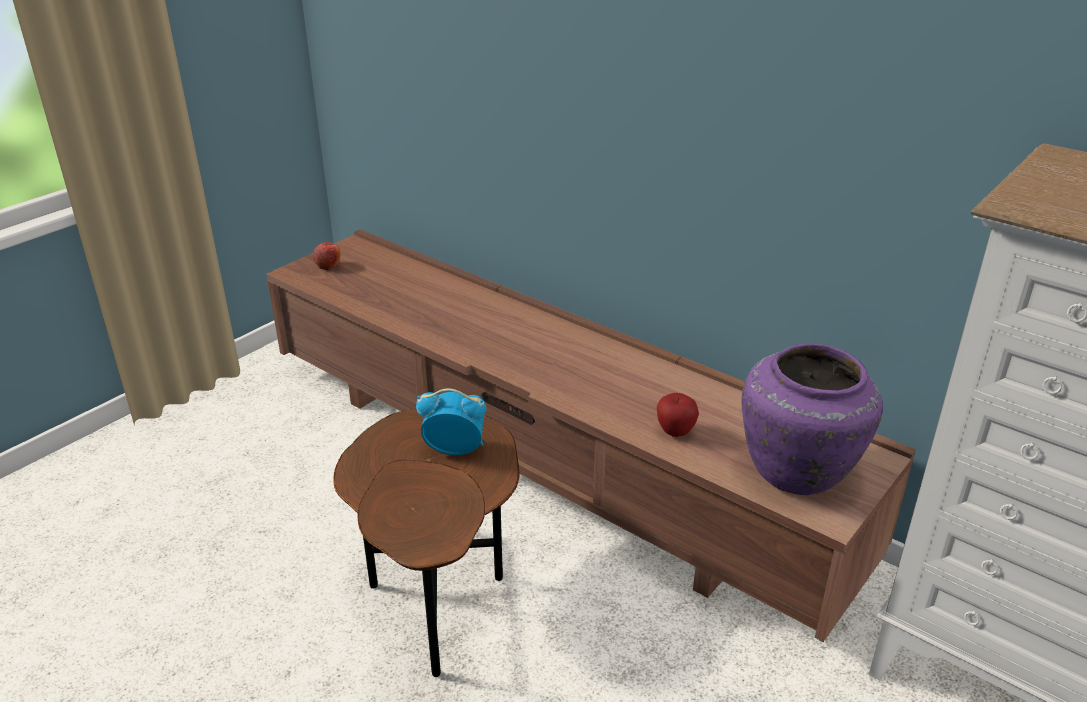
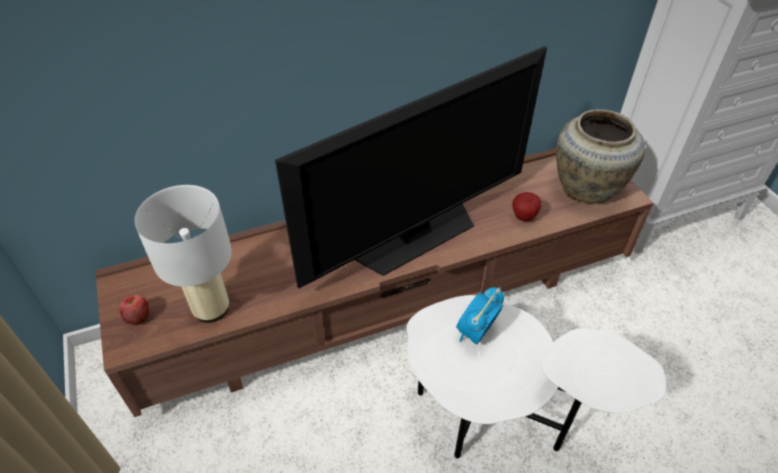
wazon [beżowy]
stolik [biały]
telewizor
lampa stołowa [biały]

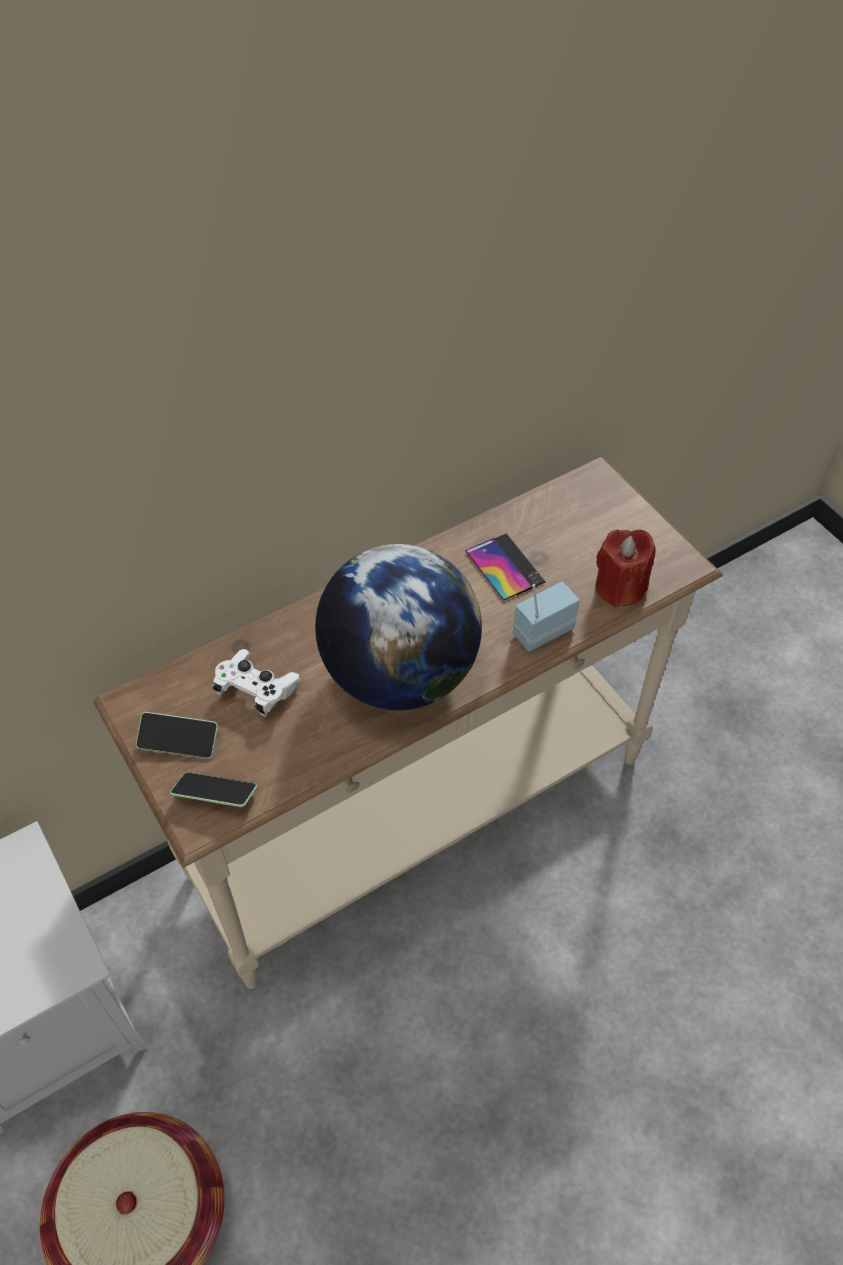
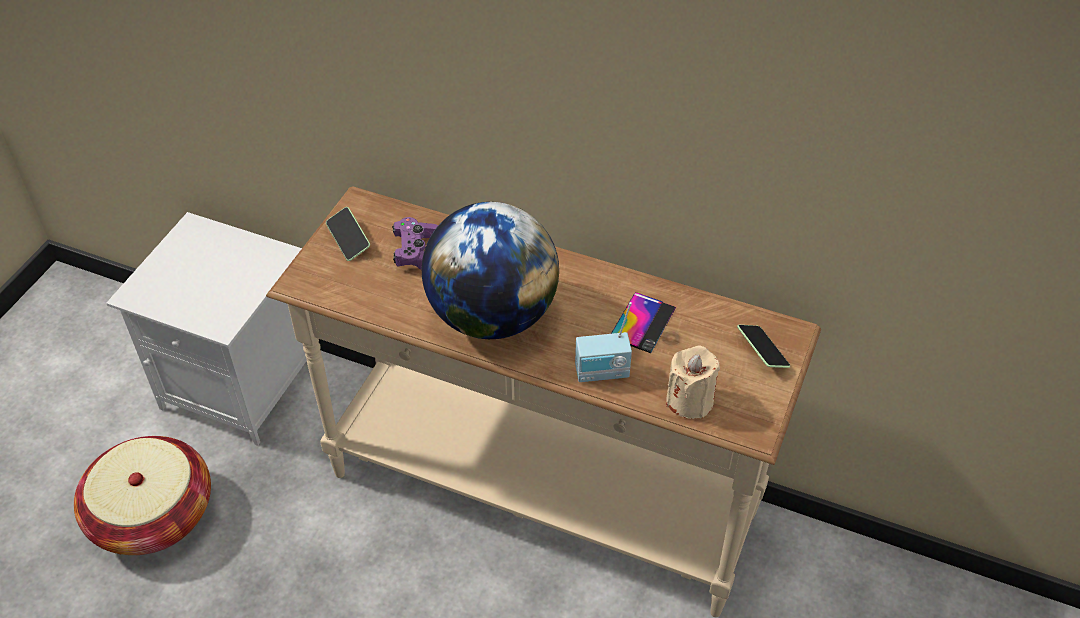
świeca [beżowy]
radio
pad do gier [fioletowy]
telefon (3rd from left)

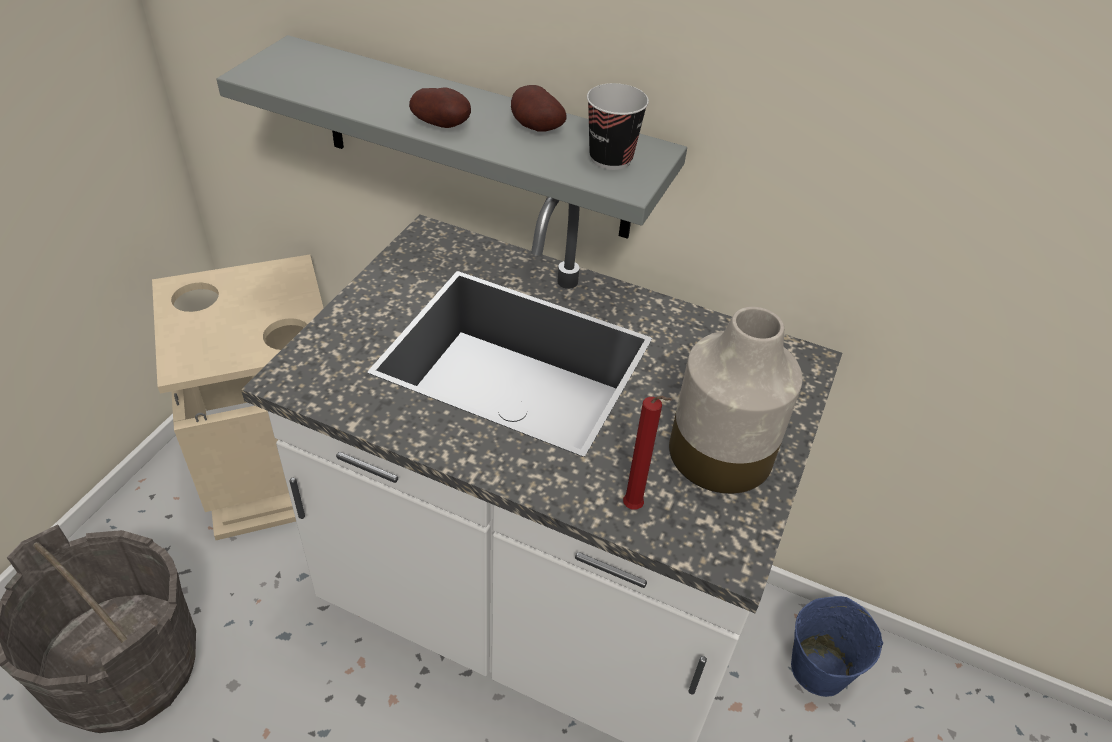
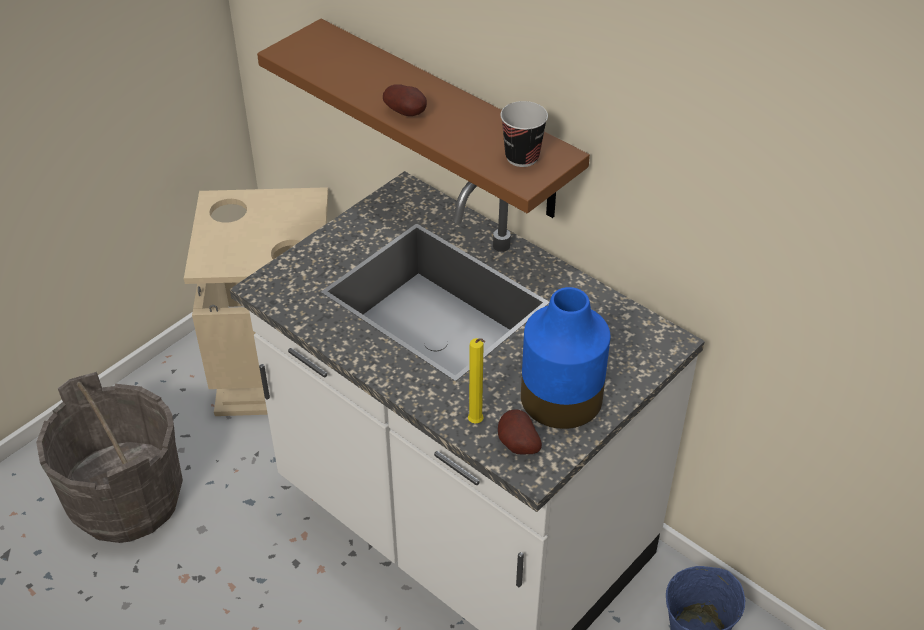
półka [brązowy]
ziemniak (2nd from left)
wazon [niebieski]
świeca [żółty]

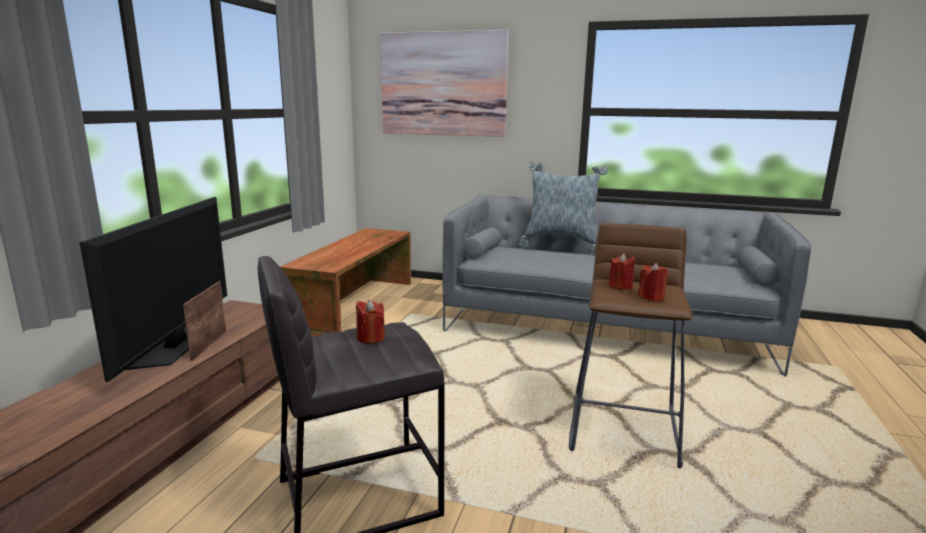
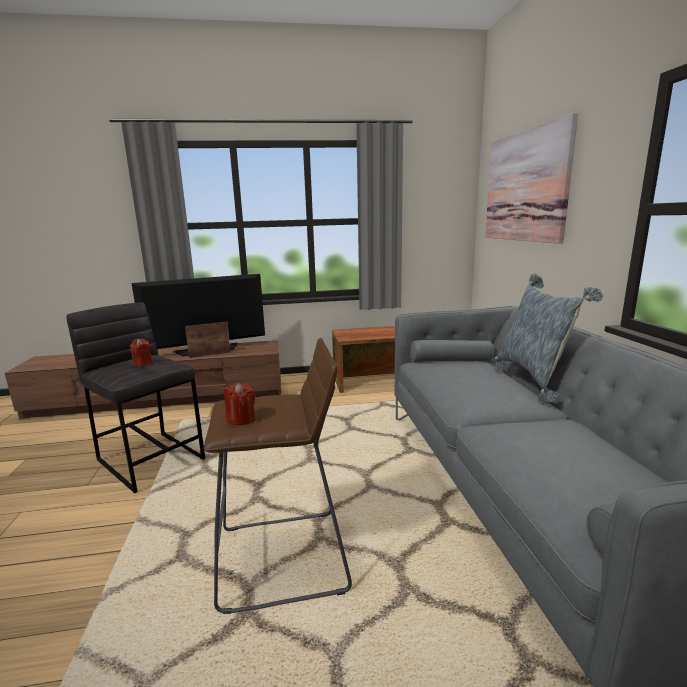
świeca [czerwony] (2nd from left in the first image)

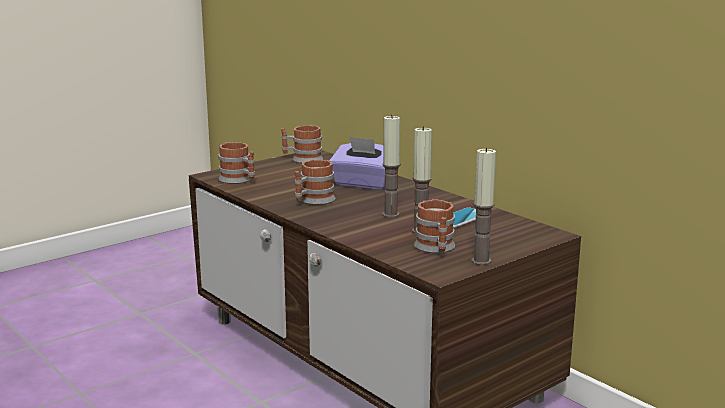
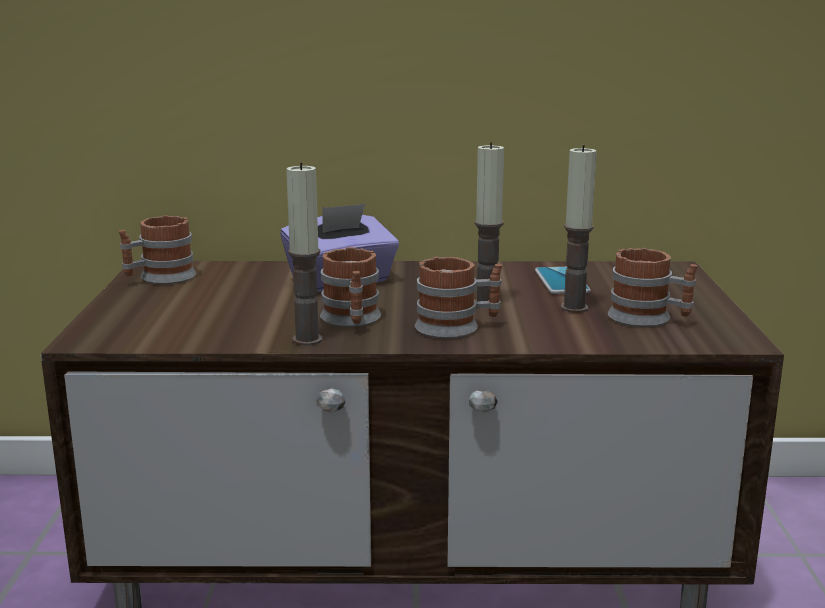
kubek (3rd from left)
świeca (1st from left)

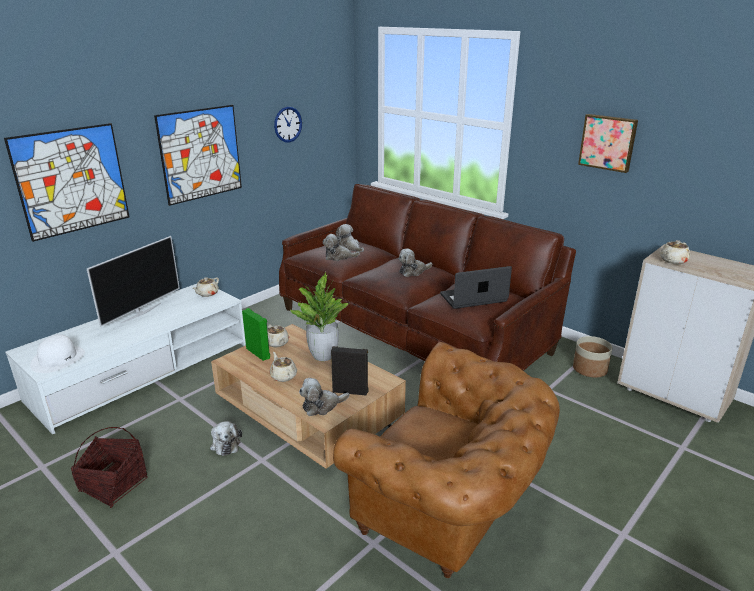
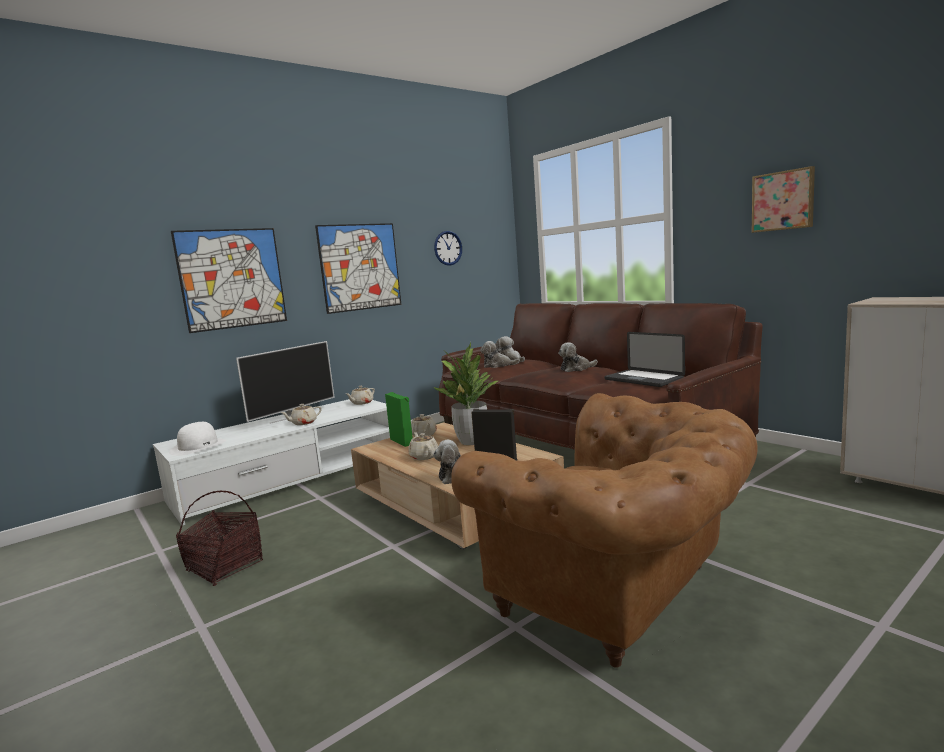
imbryk [beżowy] (1st from left)
laptop
donica
pluszak (1st from left in the first image)

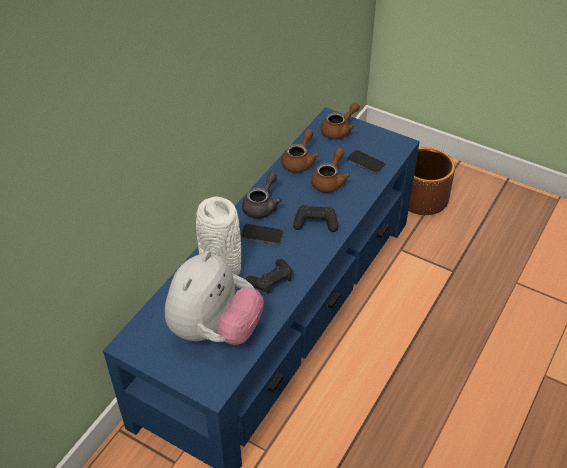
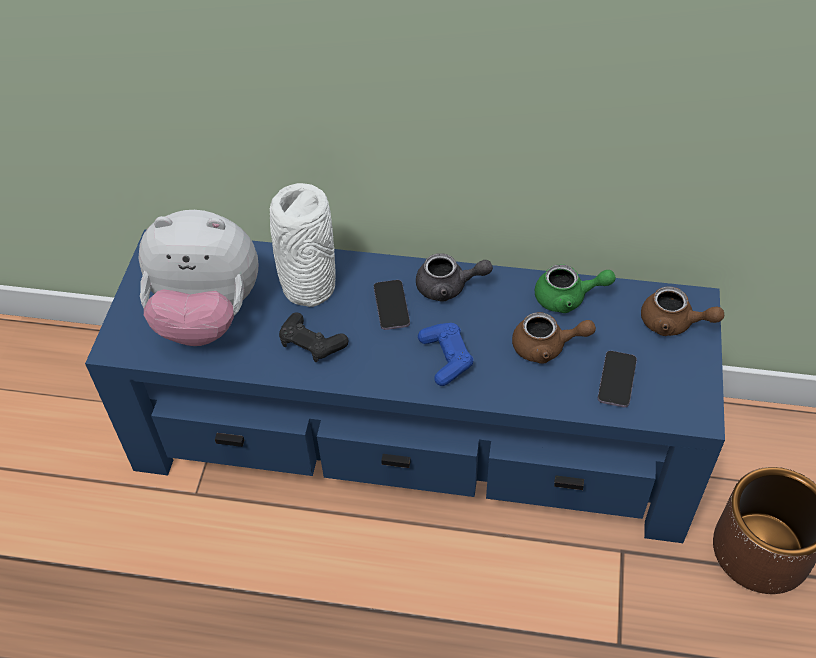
imbryk [zielony]
pad do gier [niebieski]

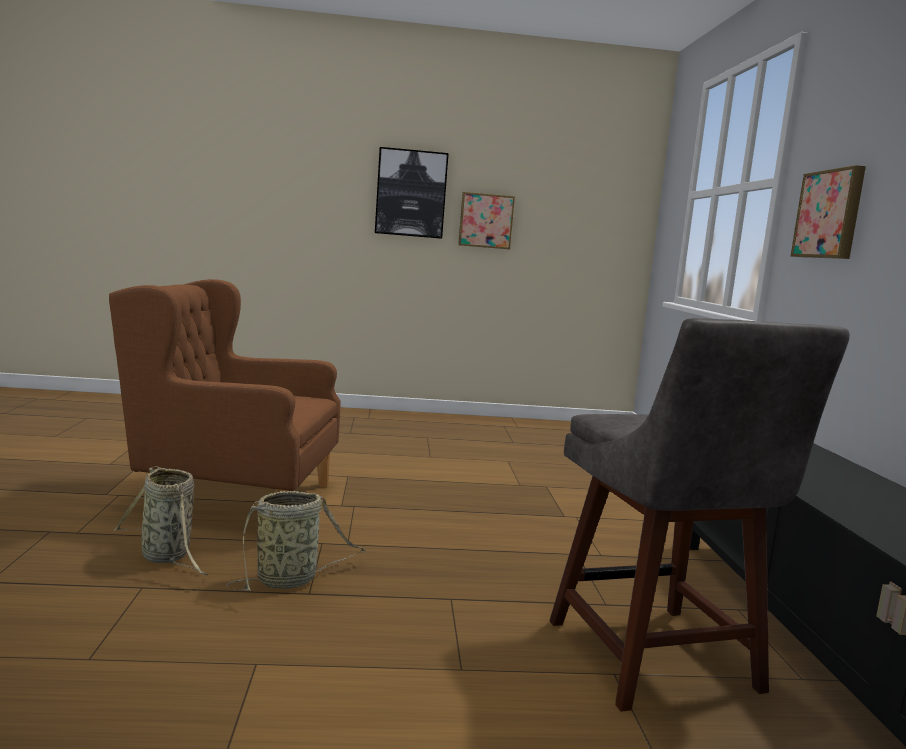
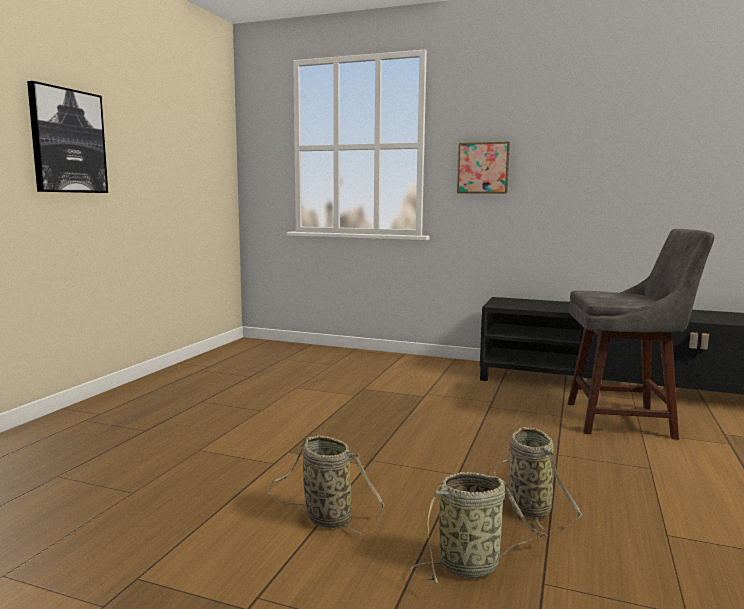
obraz (2nd from left in the first image)
koszyk (1st from left)

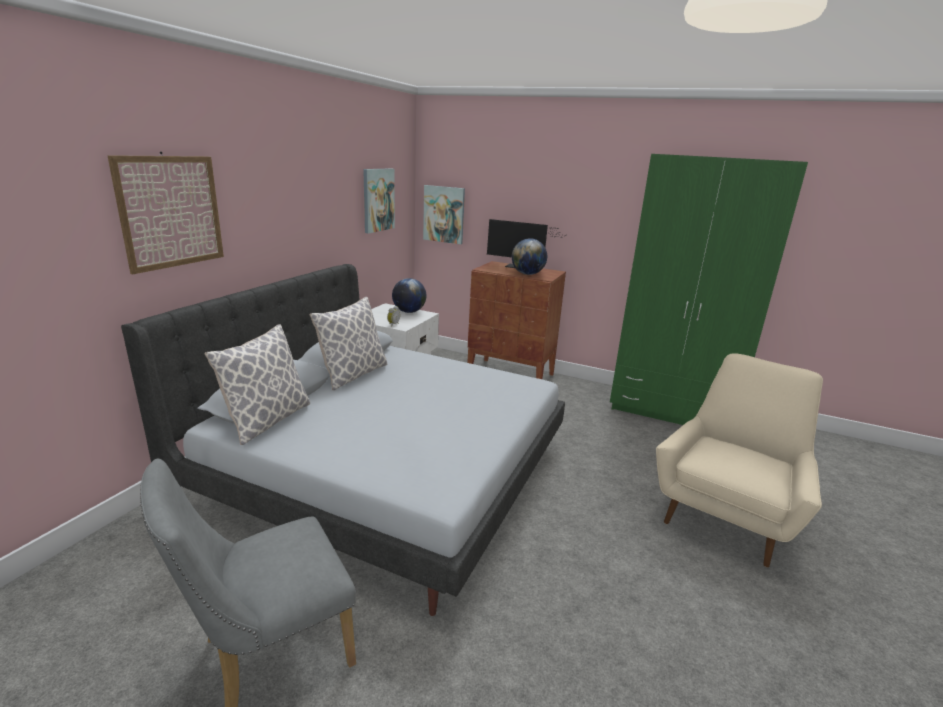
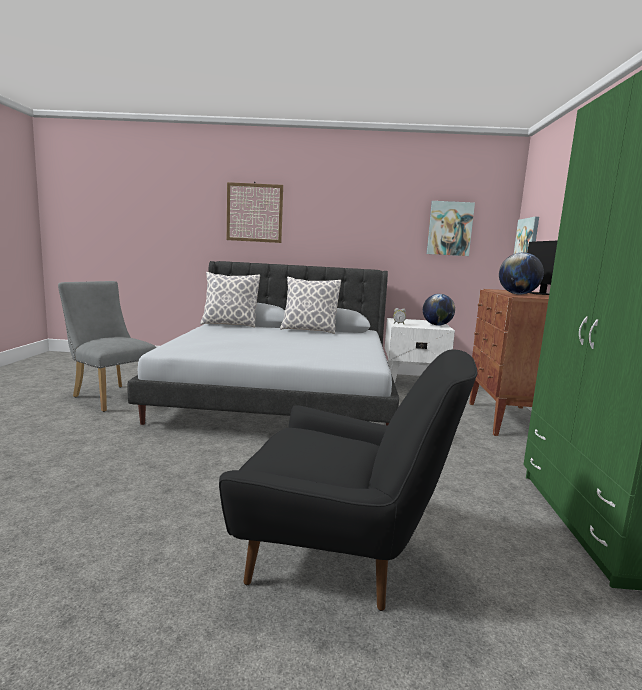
fotel [czarny]

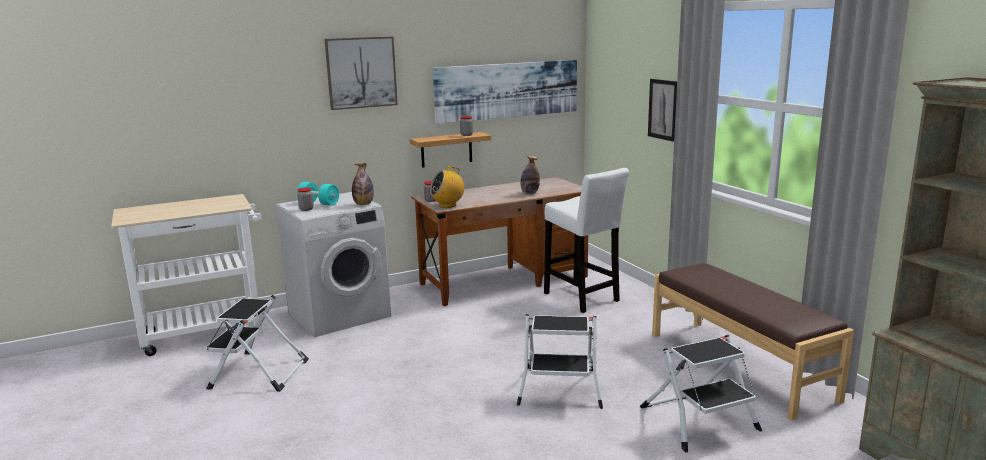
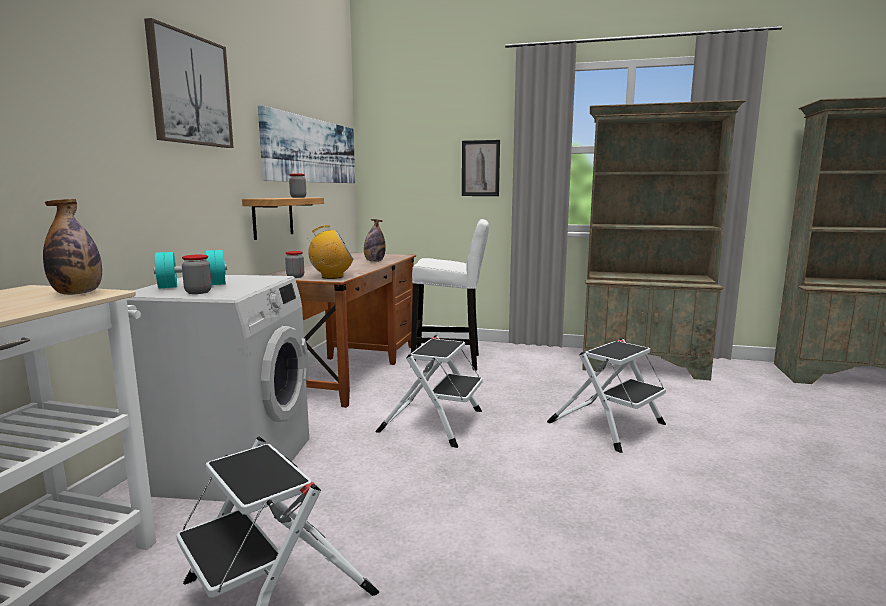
butelka (1st from left)
radio
regał [zielony] (1st from left)
drabinka (2nd from left)

